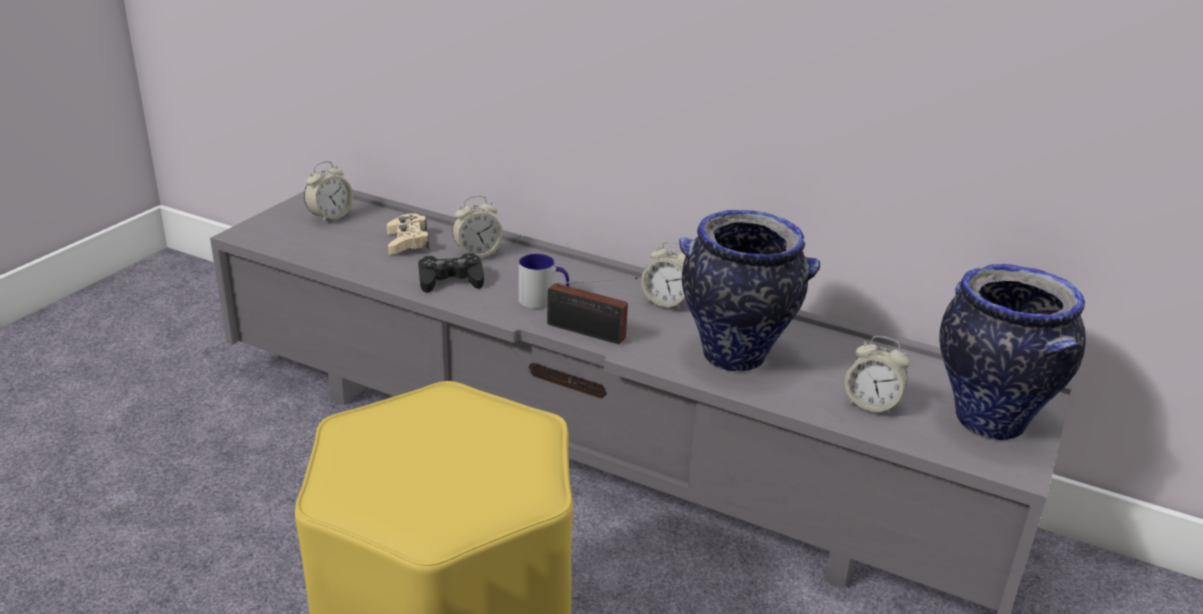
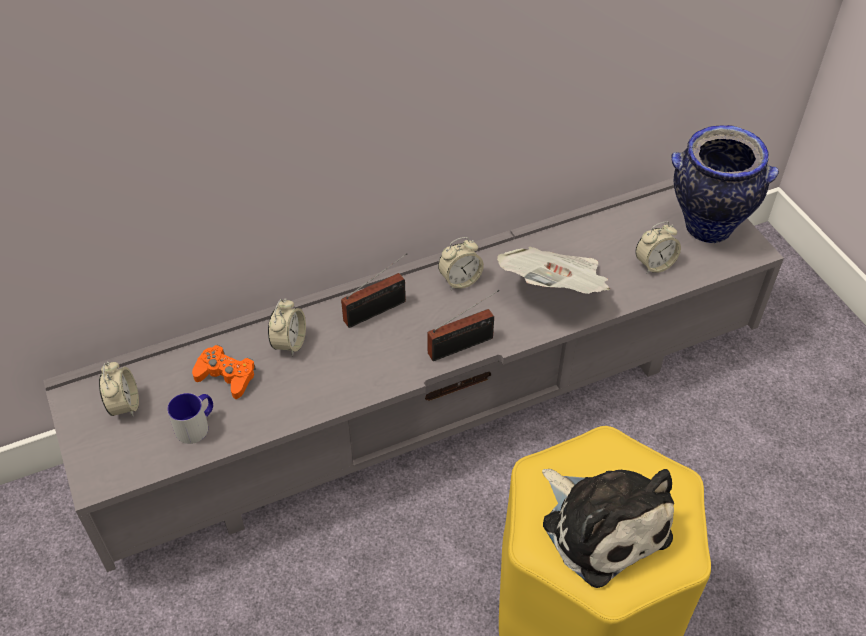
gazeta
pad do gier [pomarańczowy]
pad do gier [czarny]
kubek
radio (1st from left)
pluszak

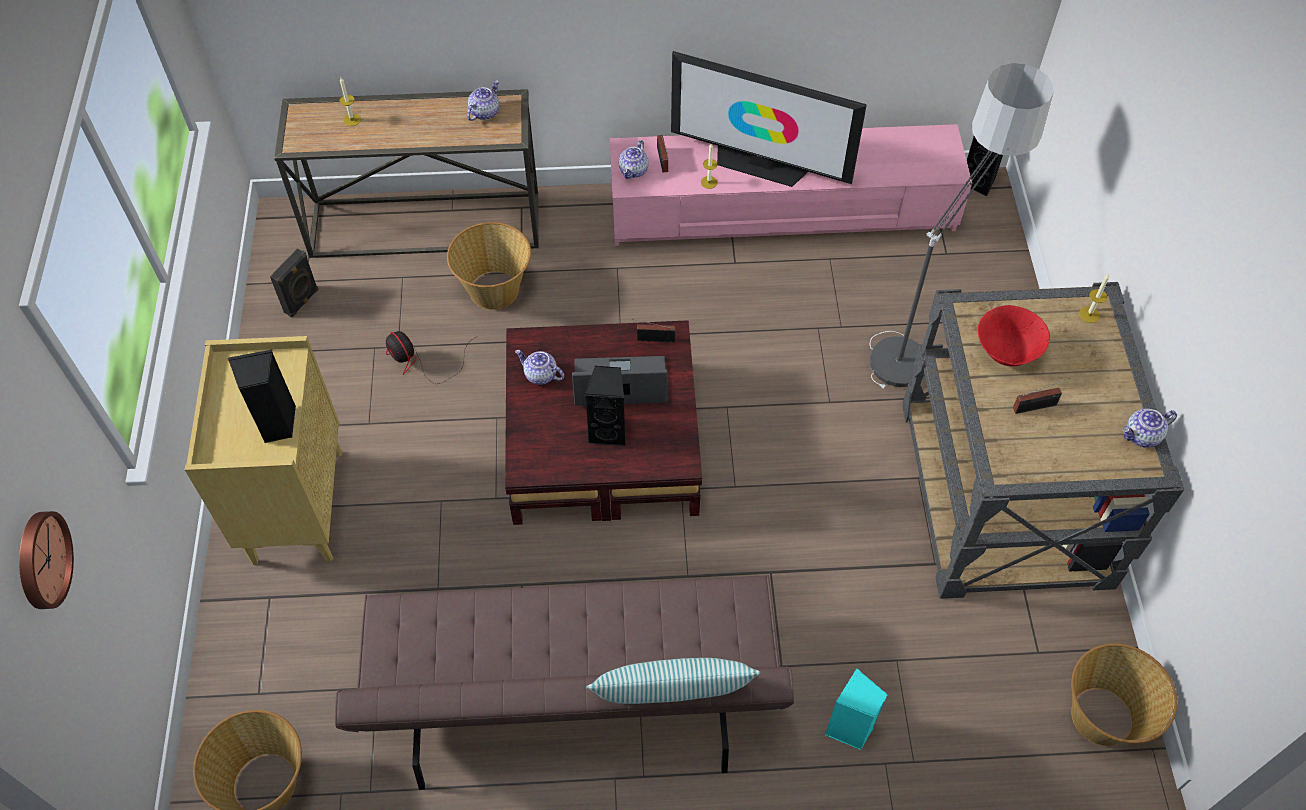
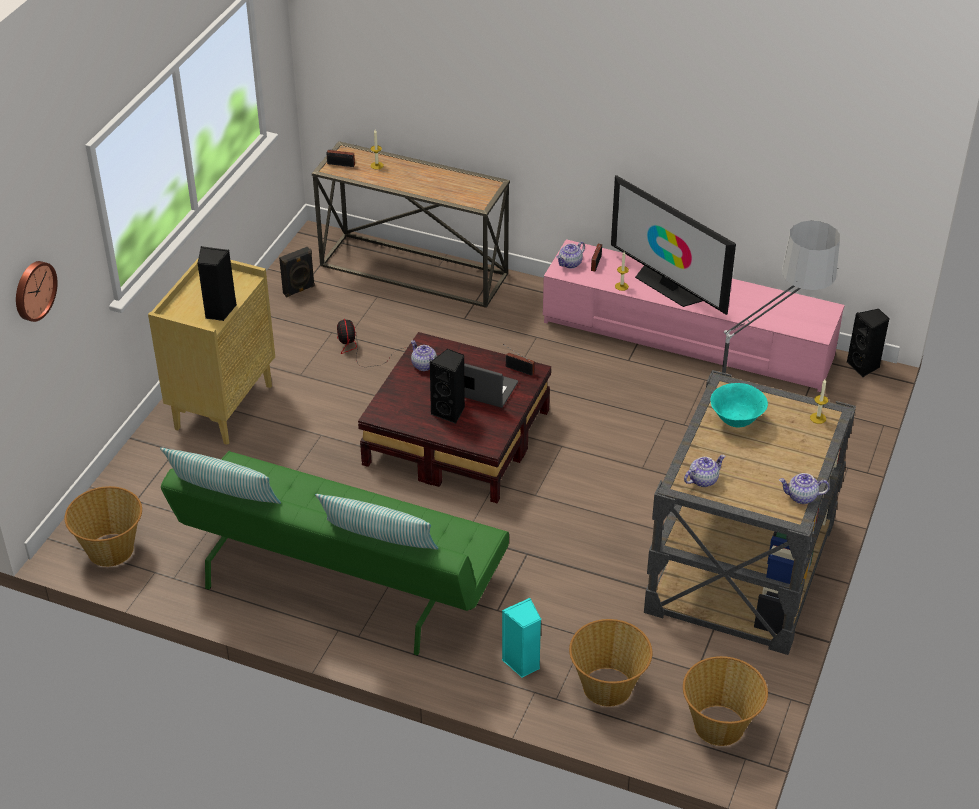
imbryk (3rd from left)
koszyk (2nd from left)
miska [turkusowy]
radio (1st from left)
kanapa [zielony]
poduszka (1st from left)

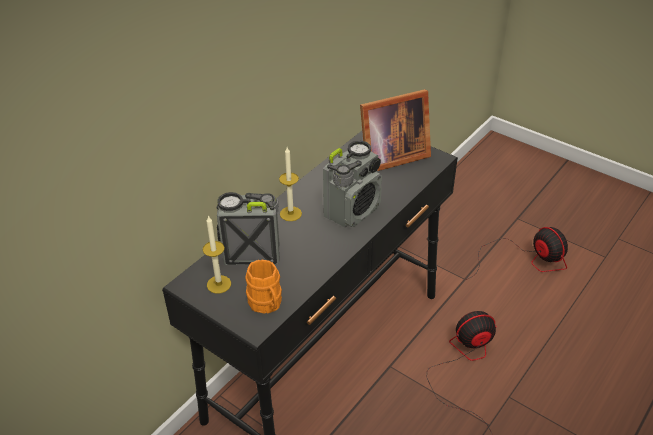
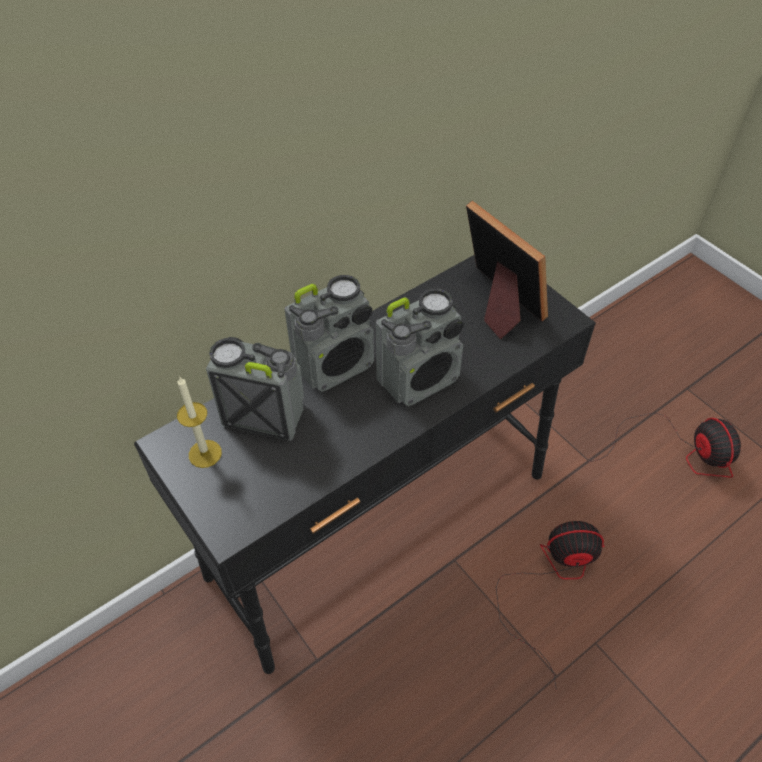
ramka na zdjęcie
radio (2nd from left)
kubek [pomarańczowy]

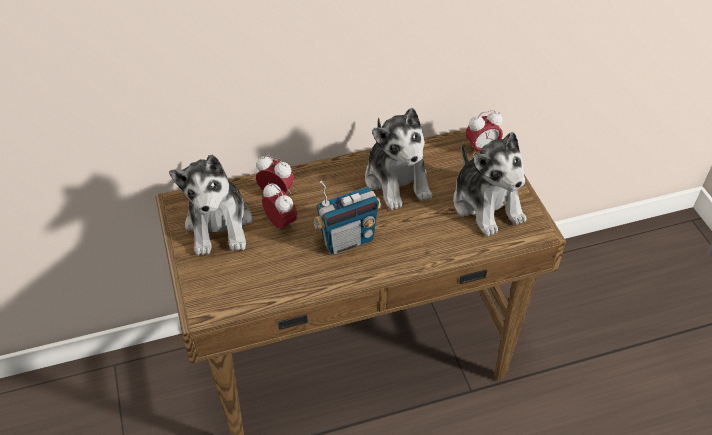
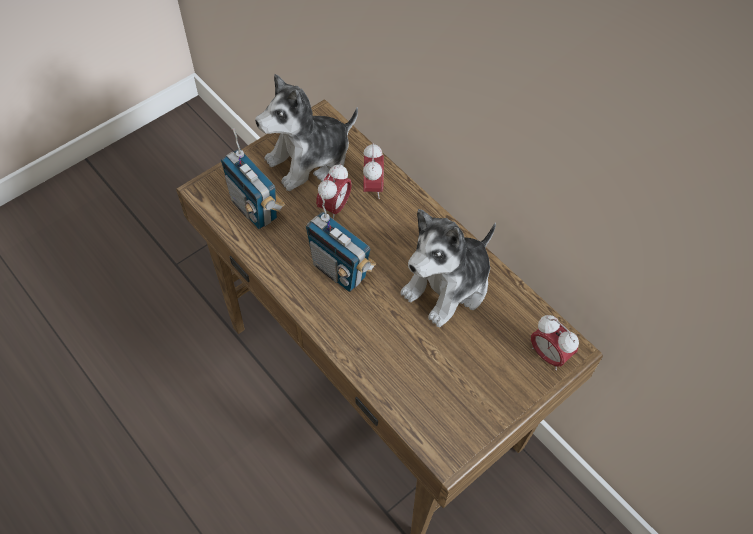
pluszak (3rd from left in the first image)
radio (1st from left)

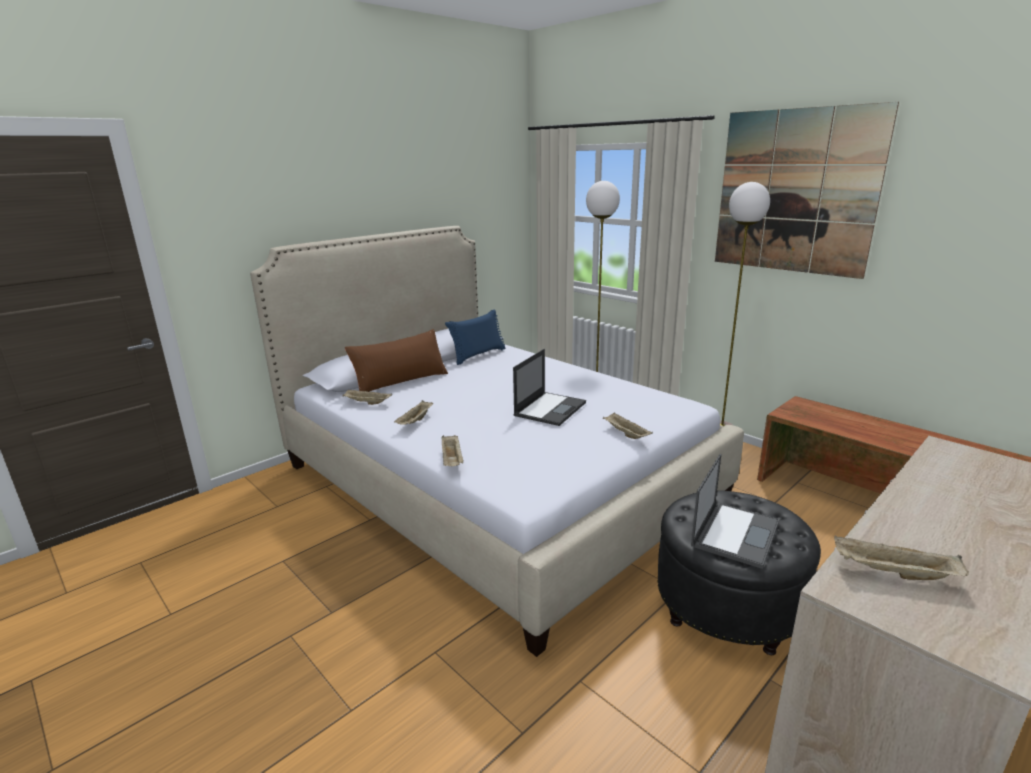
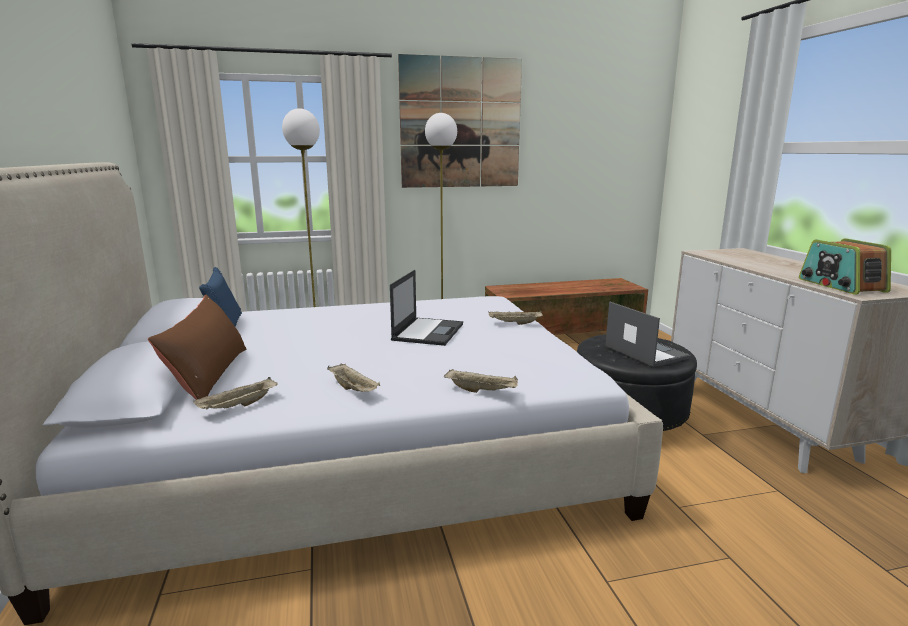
laptop (1st from left)
radio

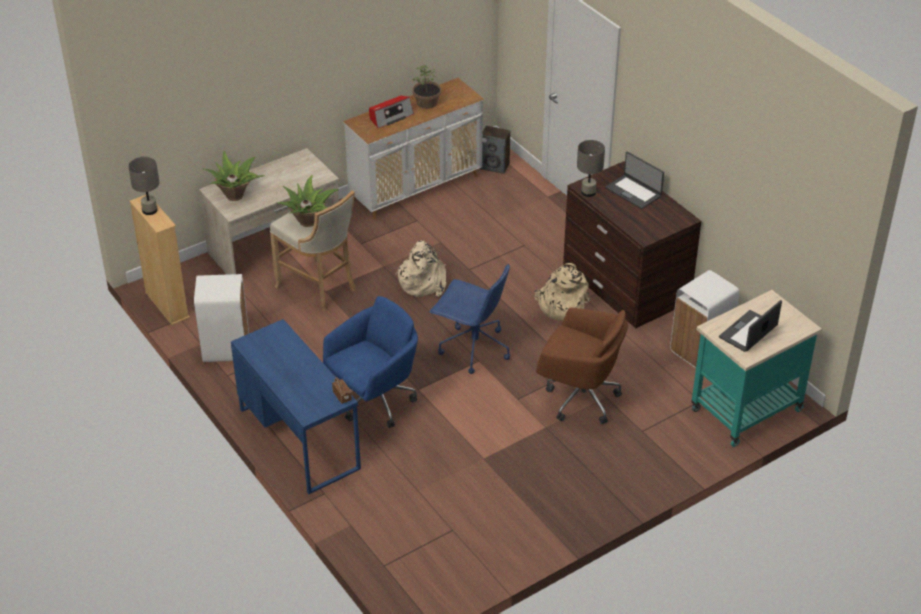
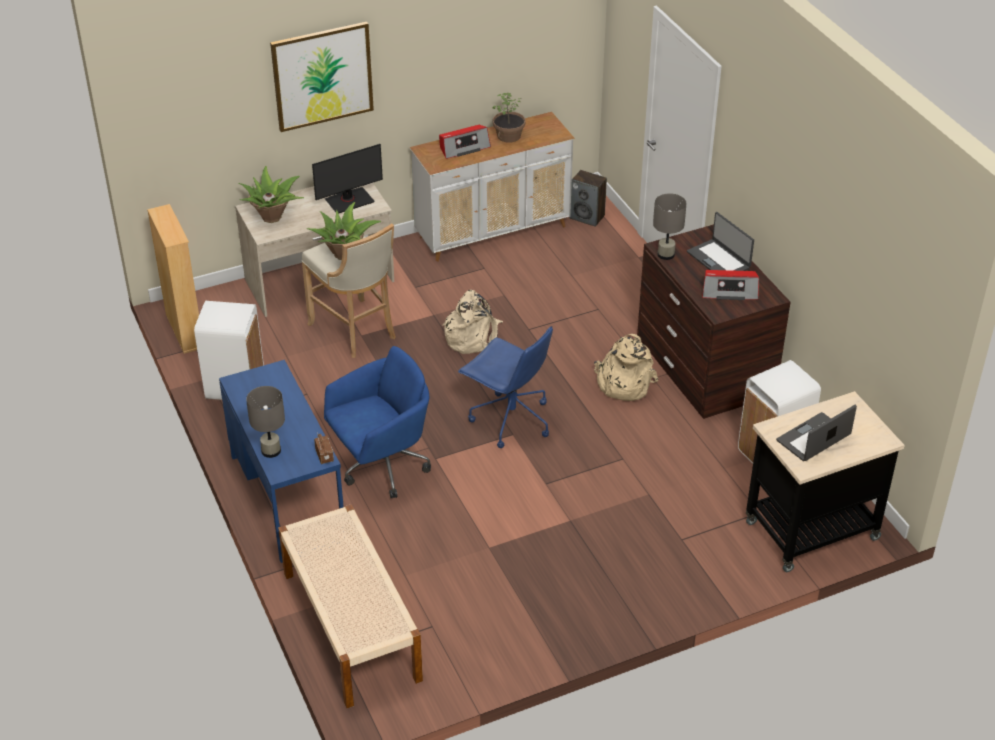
lampa stołowa [szary] (1st from left)
wózek [czarny]
krzesło biurowe [brązowy]
obraz
monitor
radio (3rd from left)
ławka [beżowy]

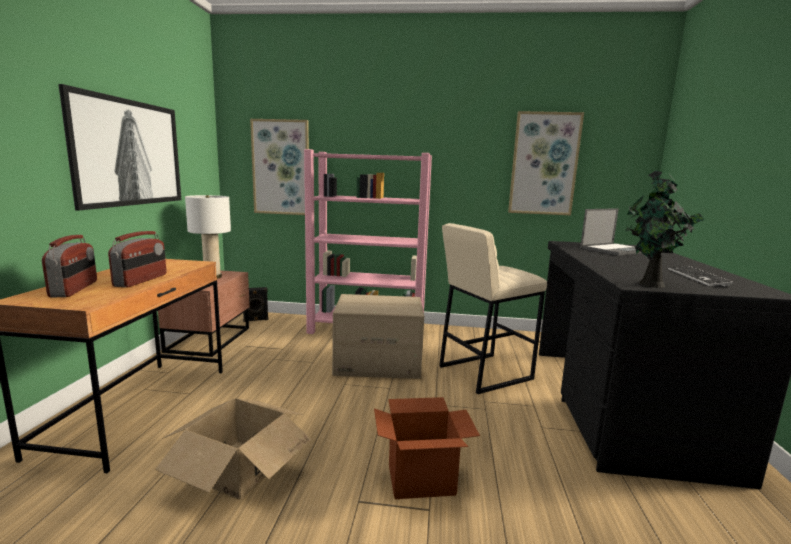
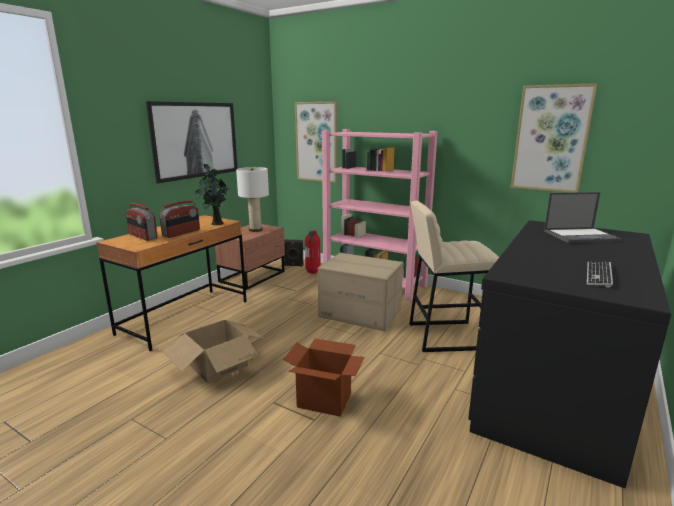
roślina doniczkowa
radio (1st from left)
gaśnica

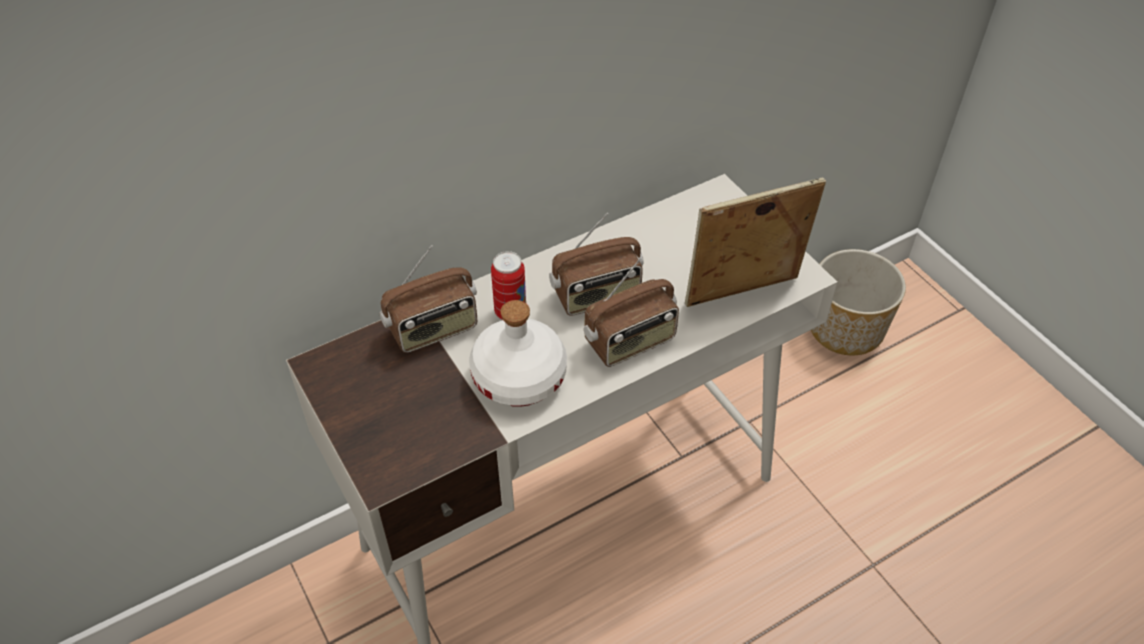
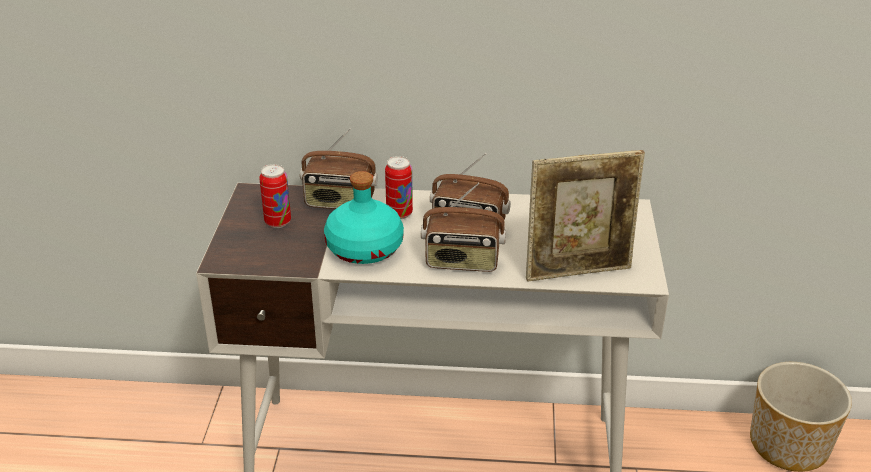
ramka na zdjęcie
butelka [turkusowy]
puszka (1st from left)

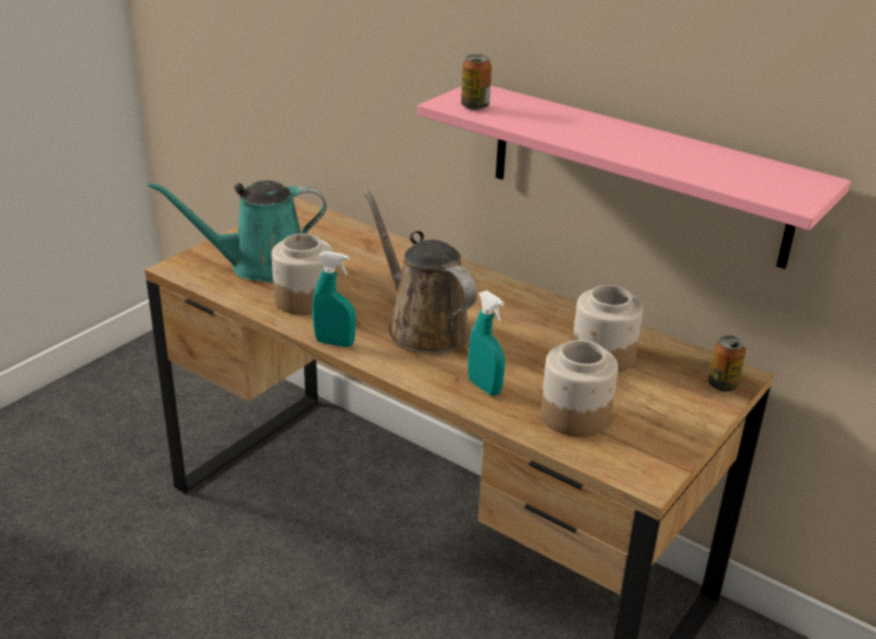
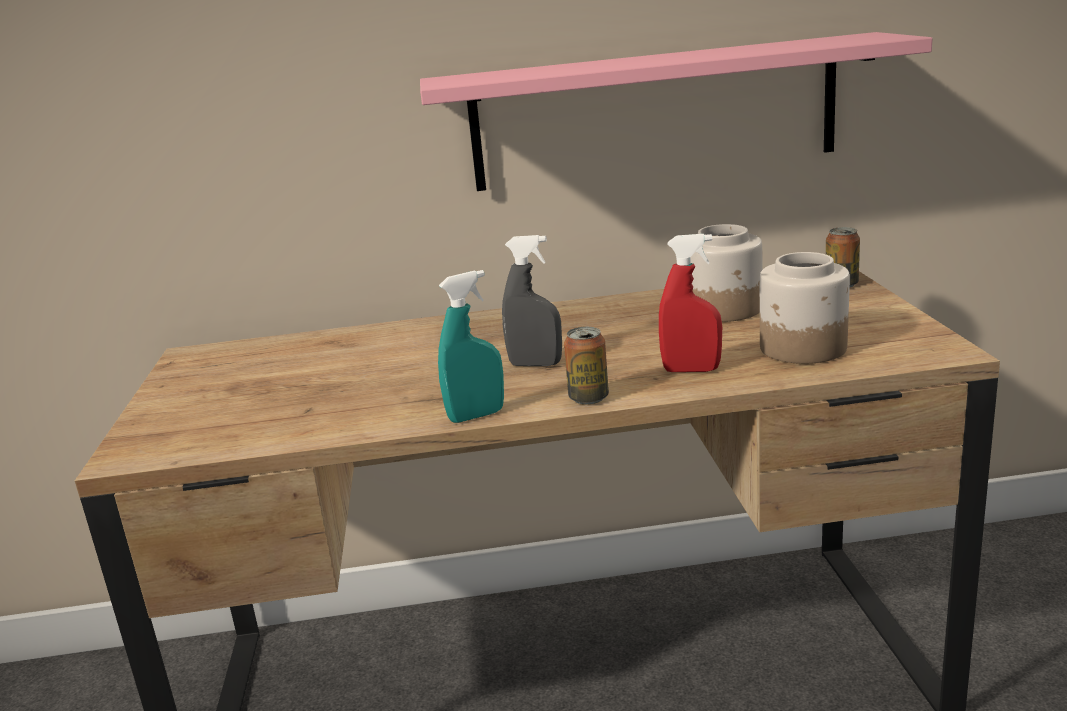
puszka (1st from left)
konewka [turkusowy]
spryskiwacz [szary]
słoik (1st from left in the first image)
spryskiwacz [czerwony]

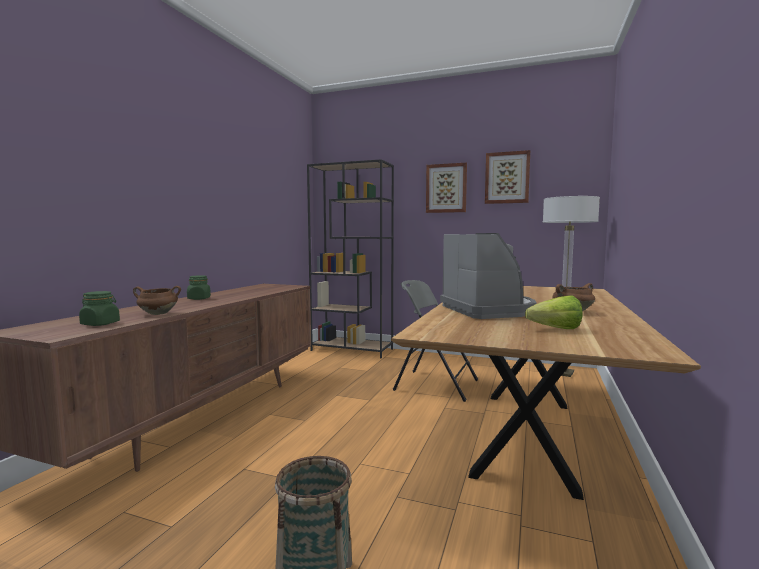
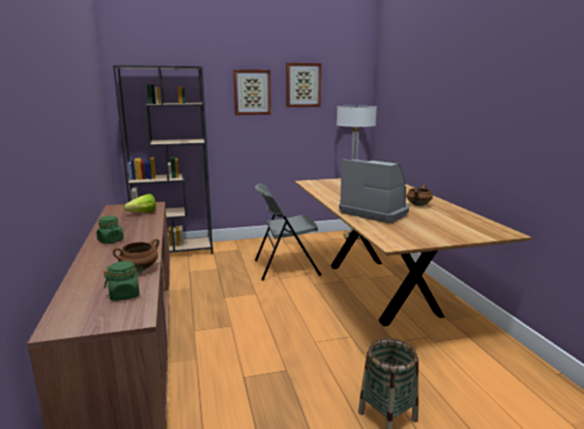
sałata

